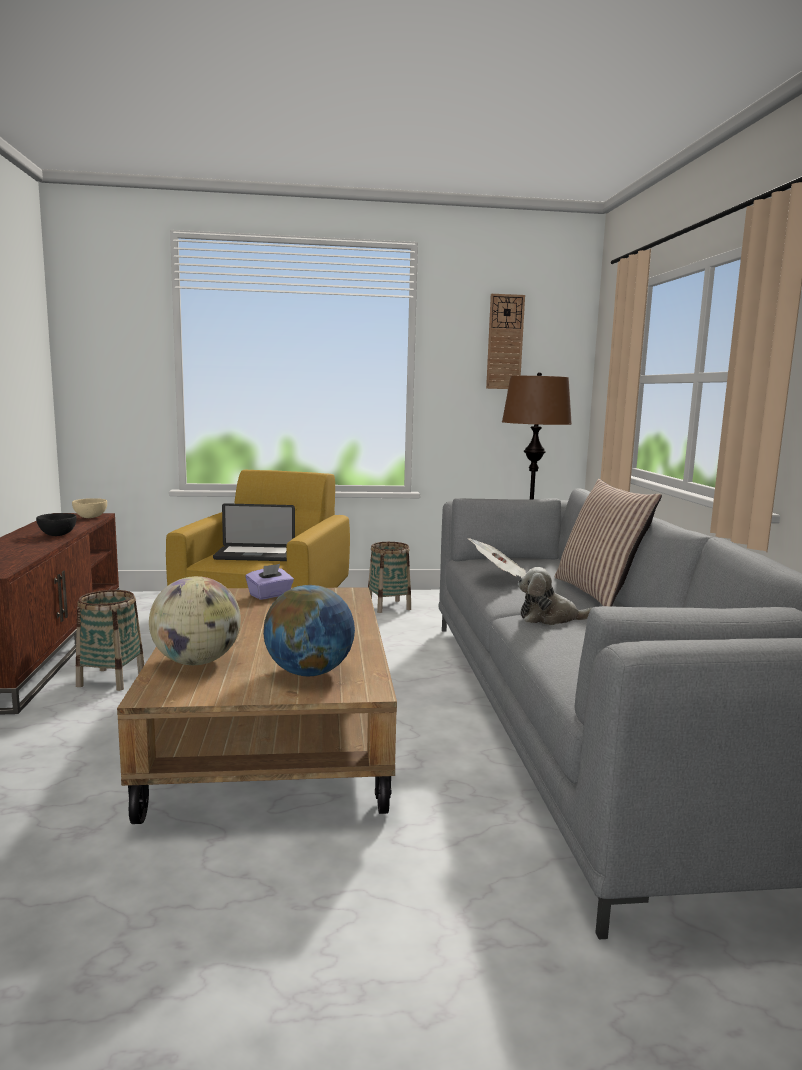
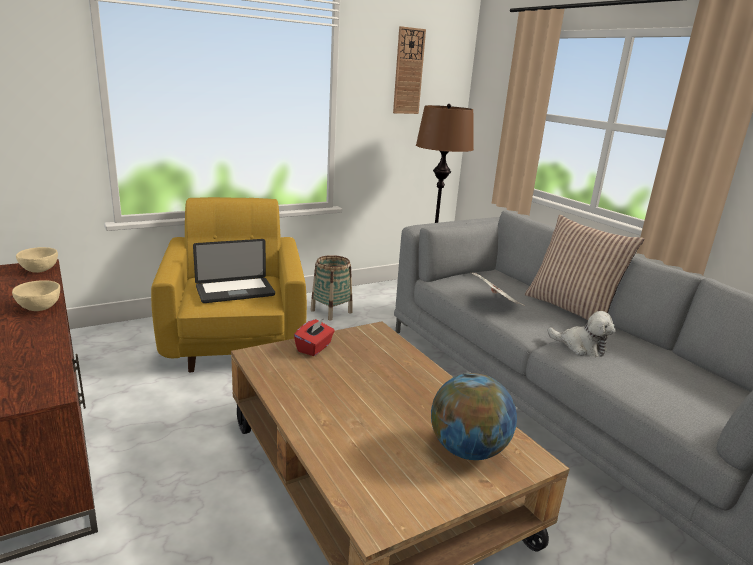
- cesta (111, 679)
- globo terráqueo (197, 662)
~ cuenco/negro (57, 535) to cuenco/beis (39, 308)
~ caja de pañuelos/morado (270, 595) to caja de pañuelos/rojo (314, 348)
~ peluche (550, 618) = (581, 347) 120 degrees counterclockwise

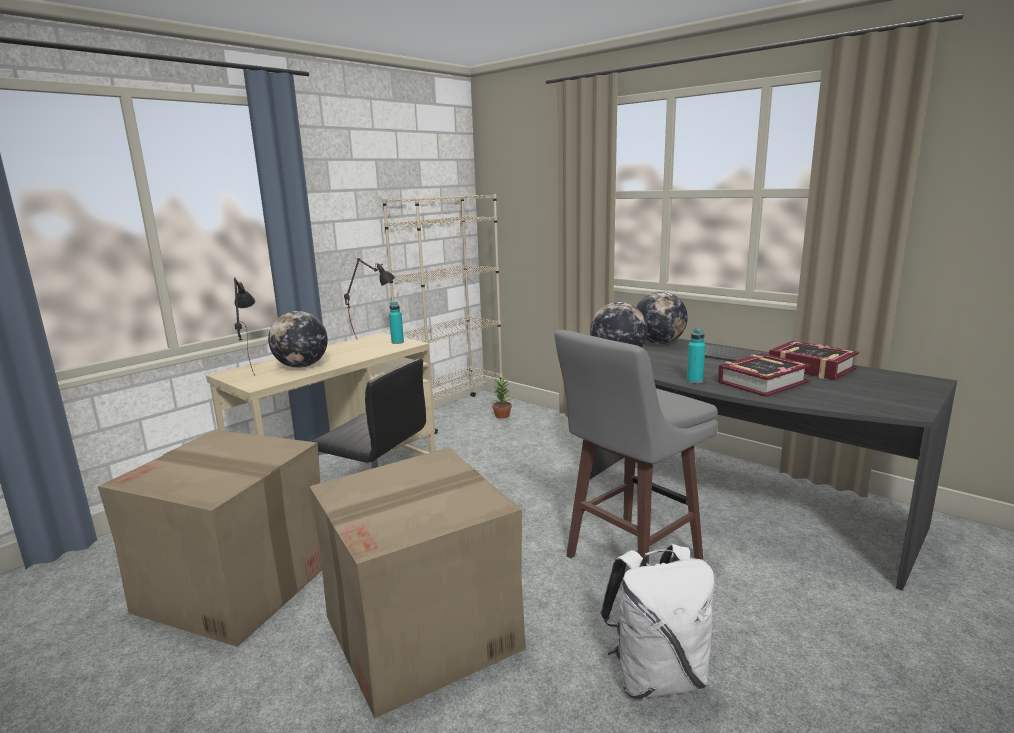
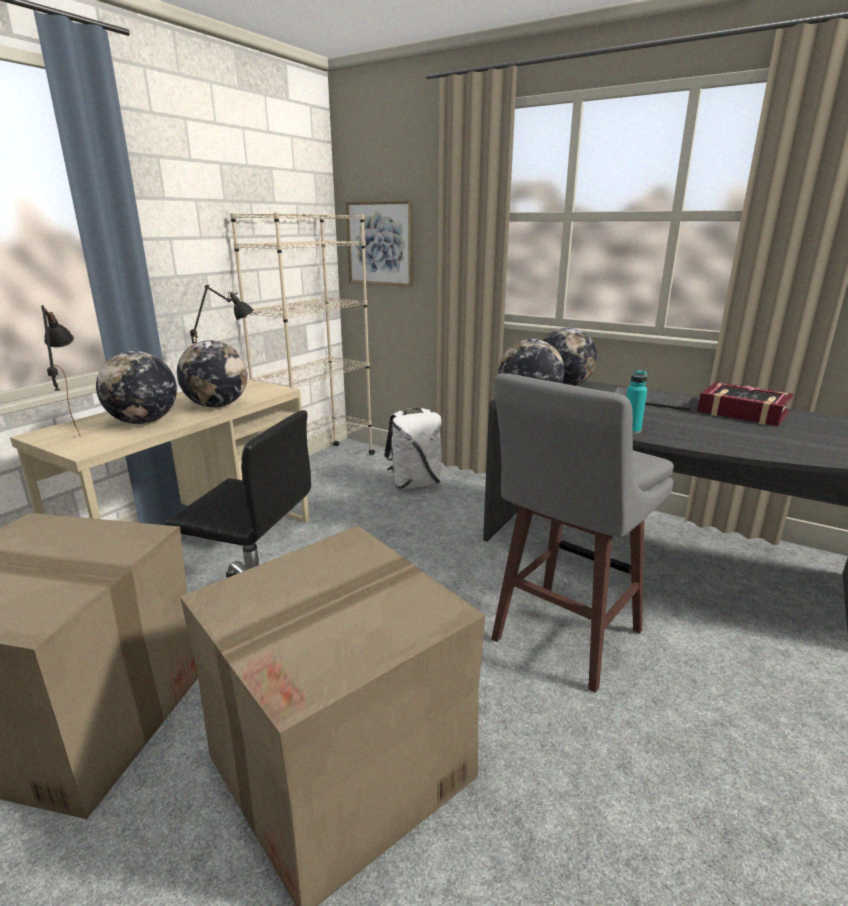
- botella/turquesa (397, 342)
- planta en maceta (502, 416)
- libro (762, 382)
+ globo terráqueo (217, 406)
+ cuadro (380, 243)
~ mochila/blanco (656, 676) to (415, 483)

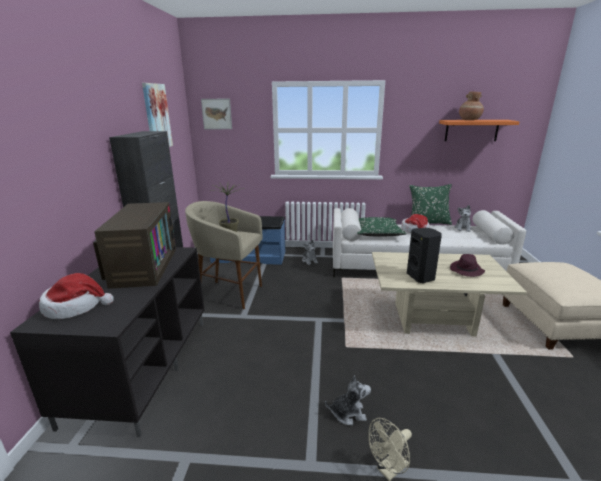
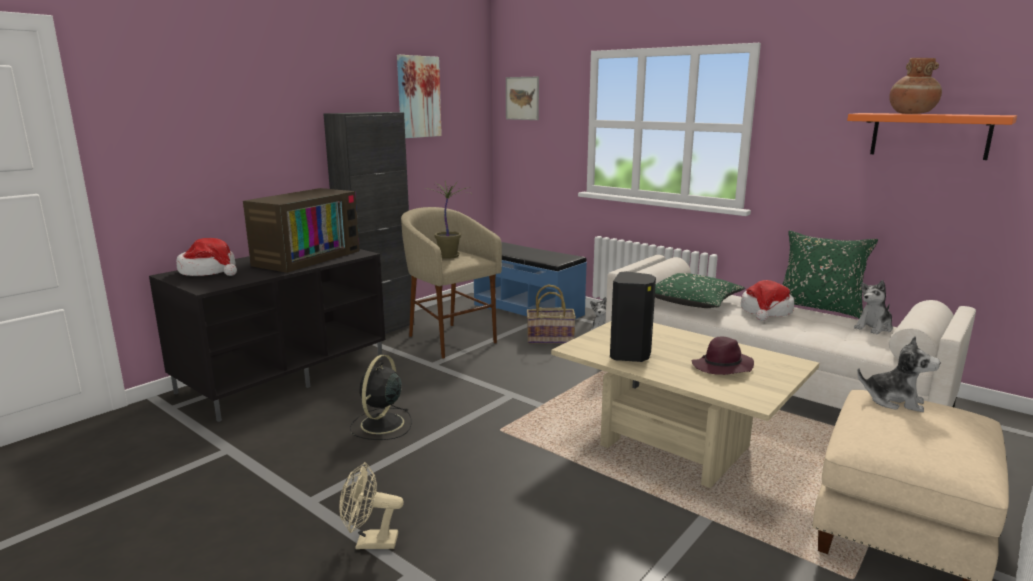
+ ventilador/negro (381, 424)
+ cesta (550, 338)
~ peluche (348, 413) to (894, 401)

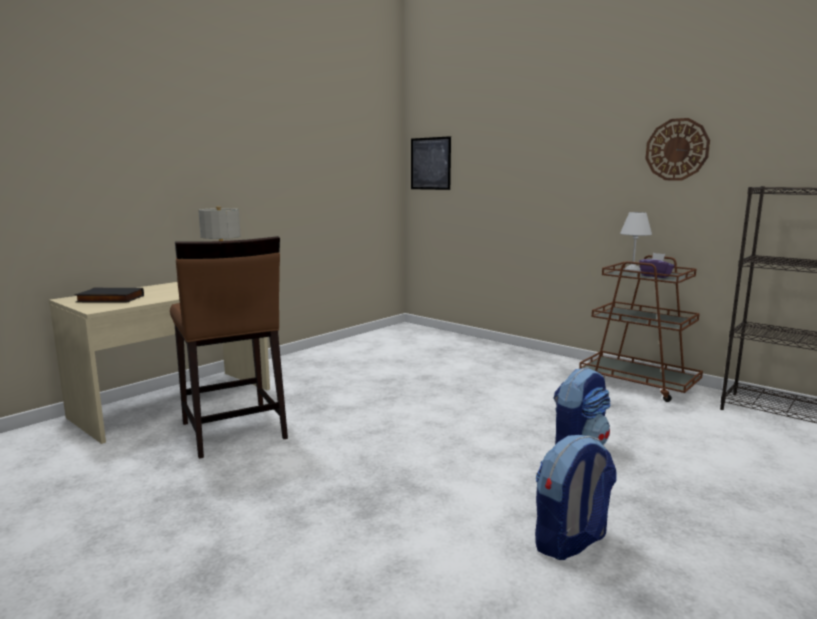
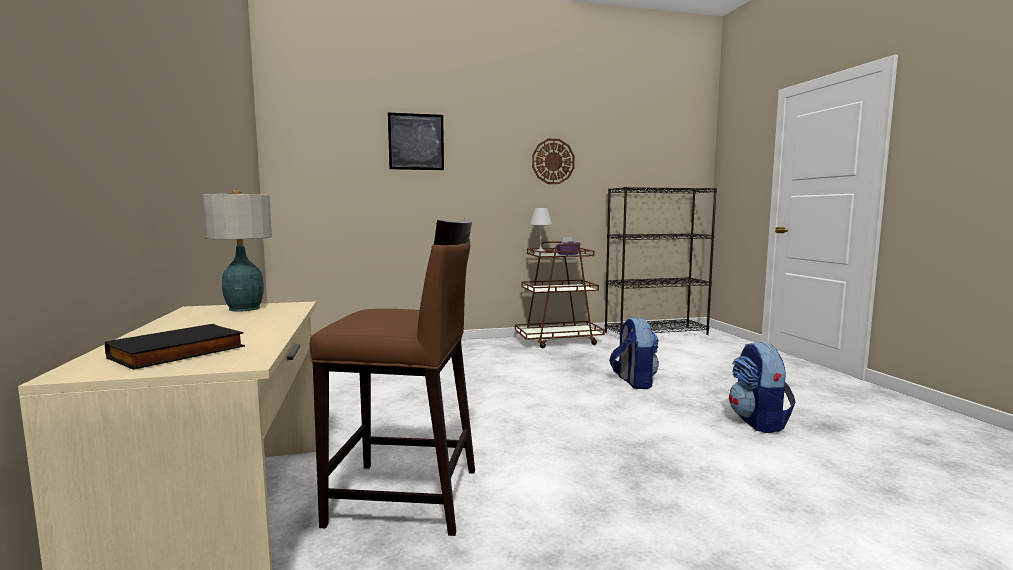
~ cuadro (430, 163) to (416, 142)

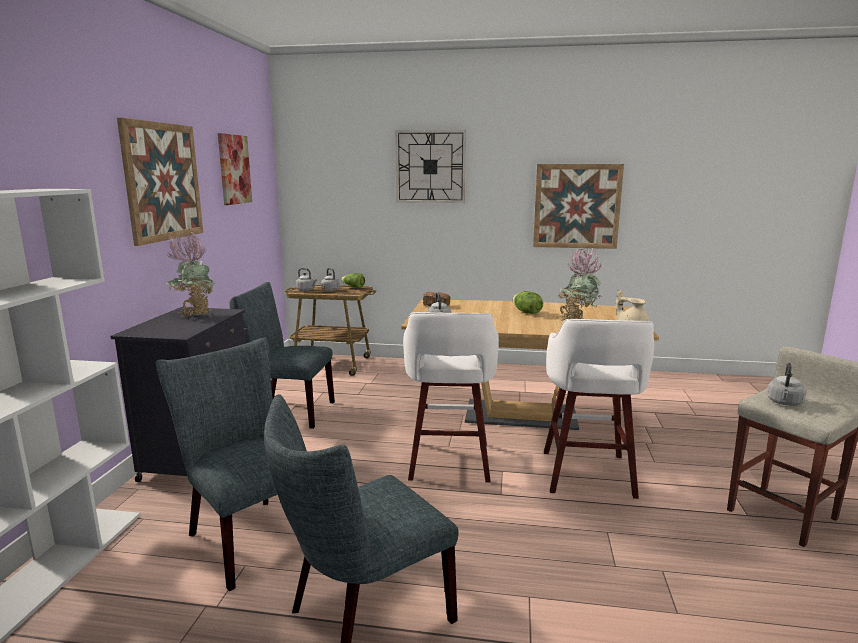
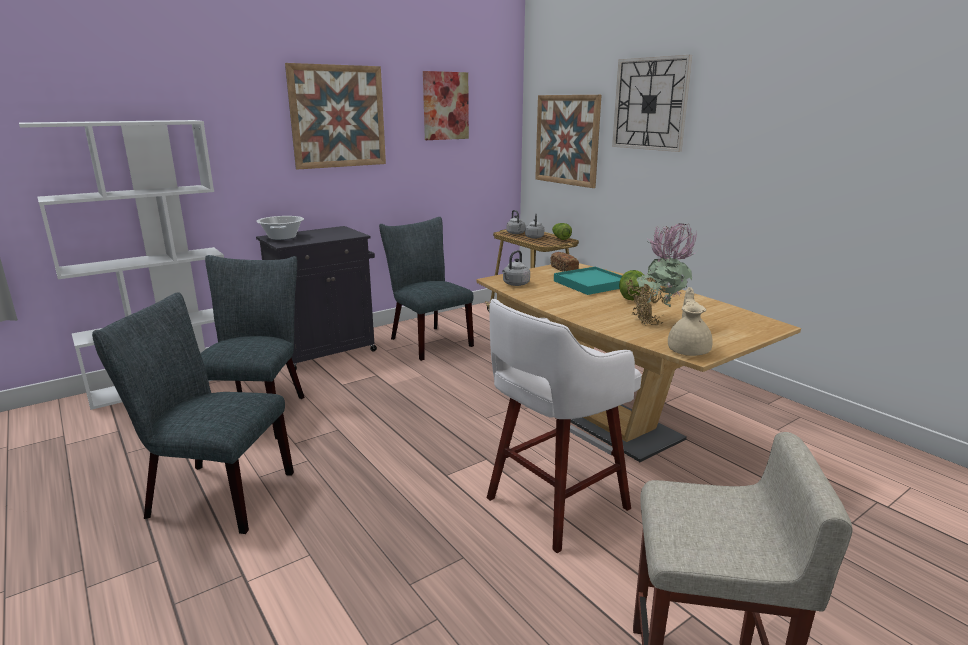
- planta en maceta (194, 314)
- taburete/blanco (449, 463)
- hervidor/gris (784, 403)
+ olla (282, 237)
+ bandeja/turquesa (591, 284)
~ cuadro (576, 206) to (567, 140)

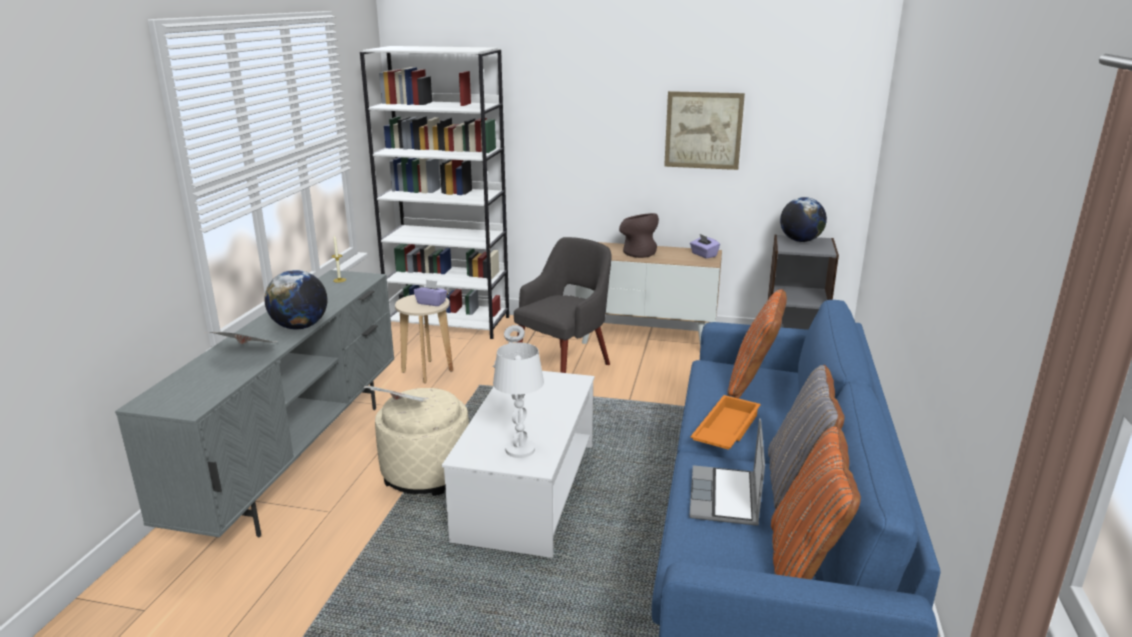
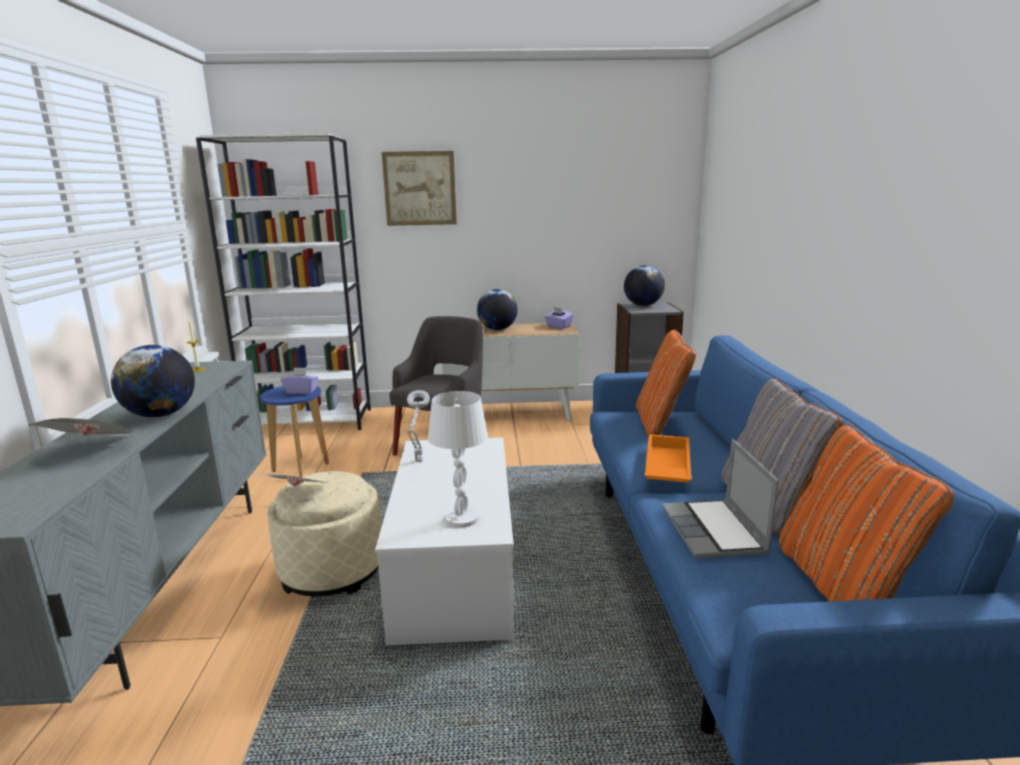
~ cuadro (703, 130) to (420, 188)
~ florero/marrón (637, 252) to globo terráqueo (497, 329)
~ taburete/beis (427, 371) to taburete/azul (301, 467)

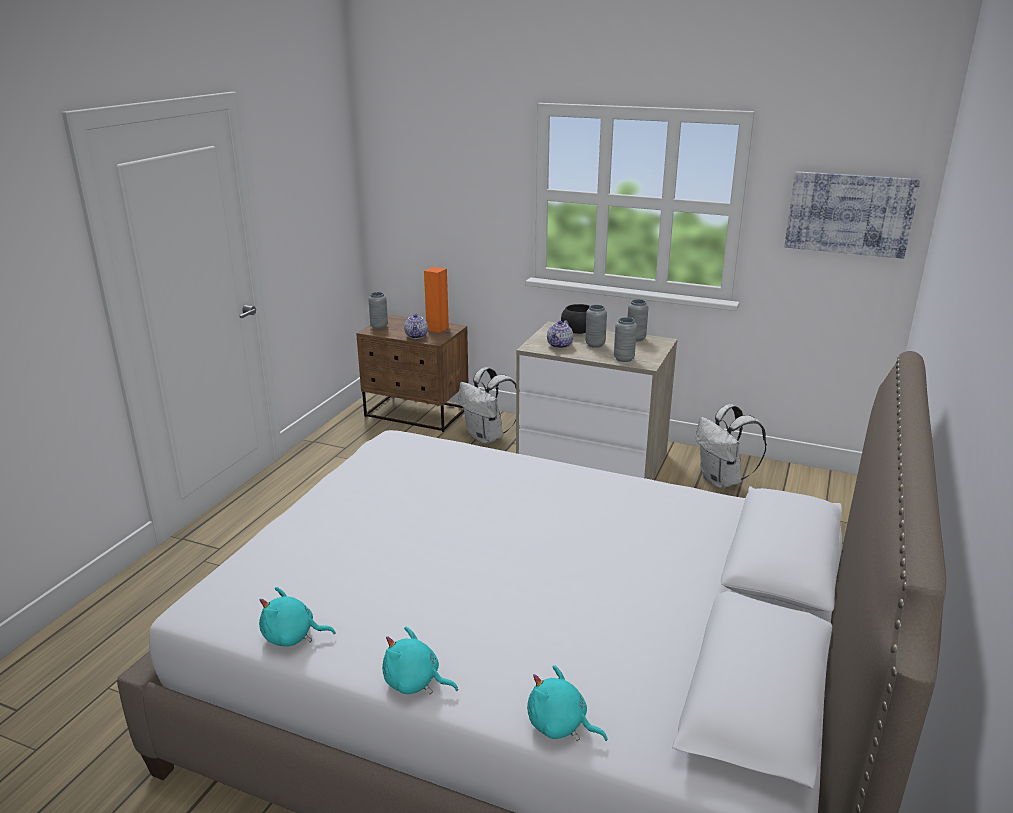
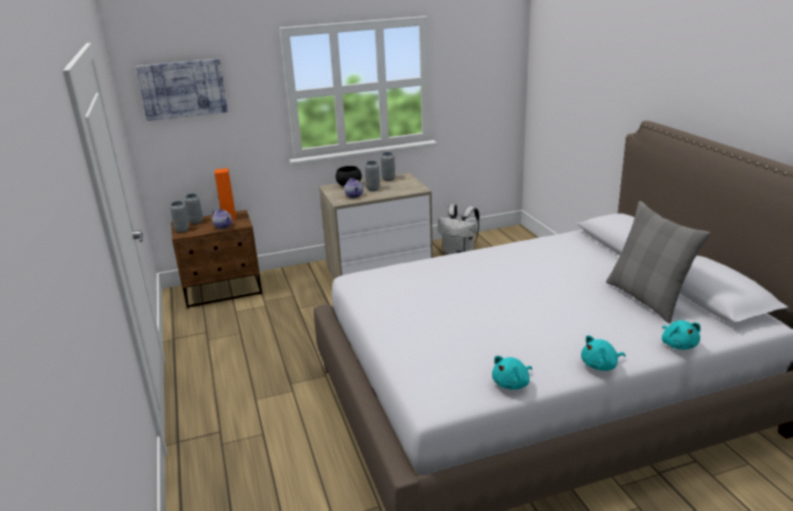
- mochila/blanco (487, 437)
+ cojín/gris (647, 298)
~ florero/gris (623, 359) to (196, 222)
~ cuadro (849, 214) to (183, 89)
~ peluche/turquesa (560, 726) = (678, 344) 90 degrees counterclockwise

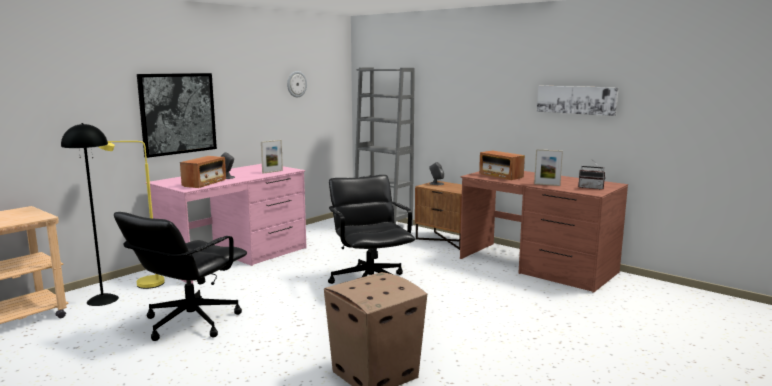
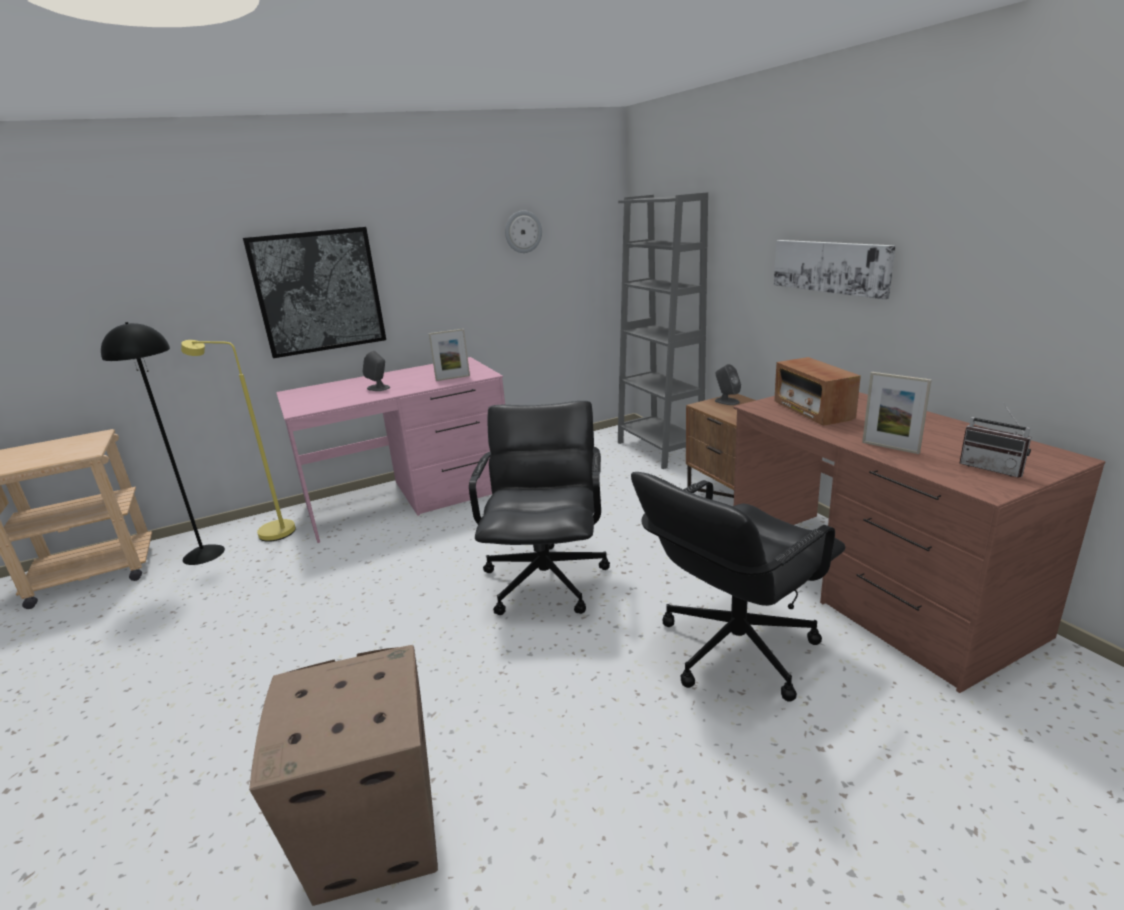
- radio (204, 183)
~ silla de oficina/negro (190, 322) to (734, 648)
~ cuadro (576, 100) to (830, 267)

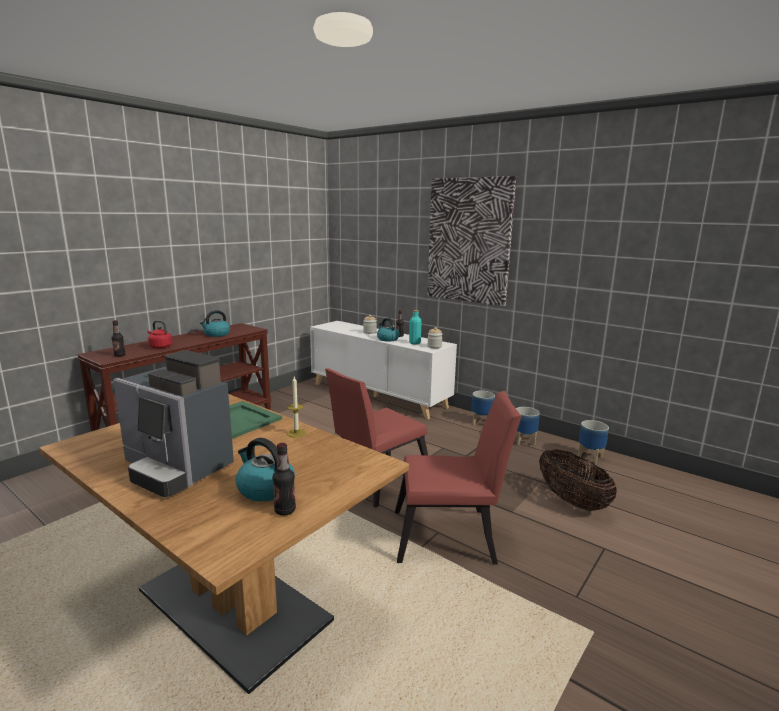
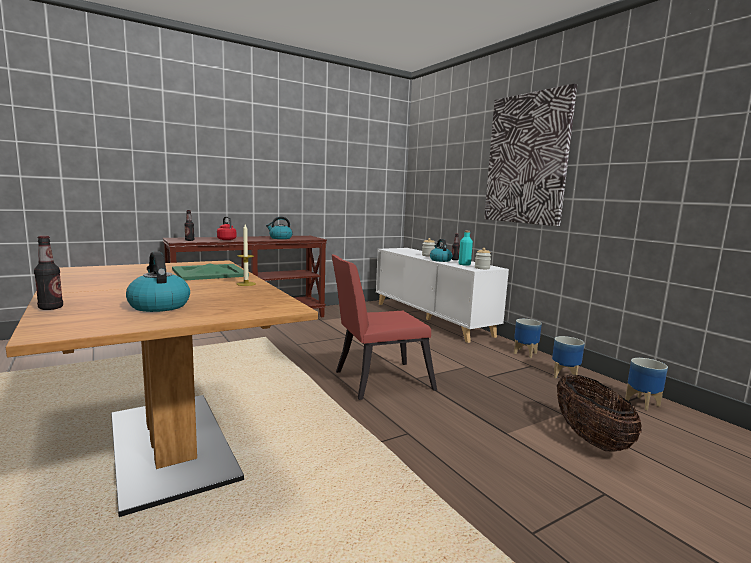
- cafetera (177, 468)
- silla/rojo (450, 537)
~ botella (285, 511) to (51, 308)

